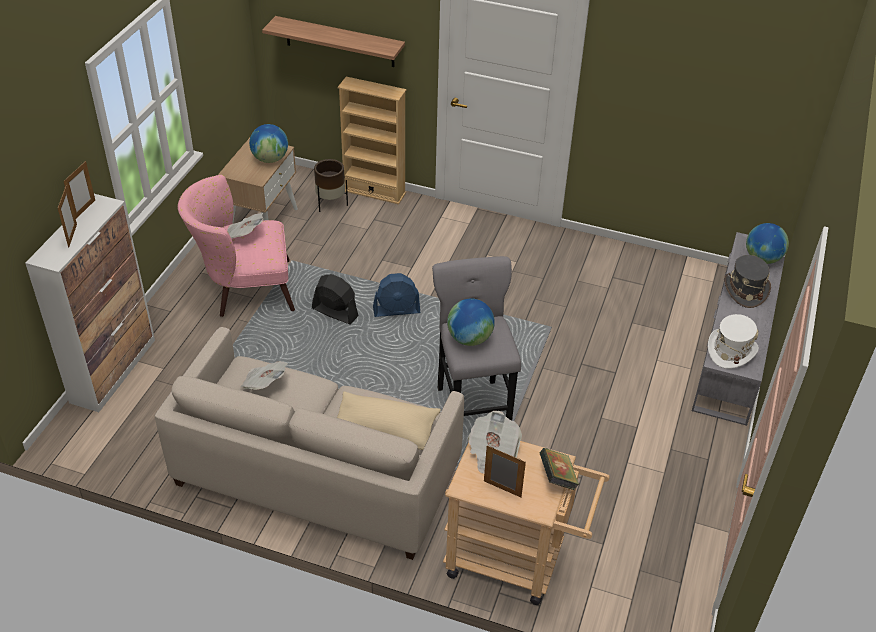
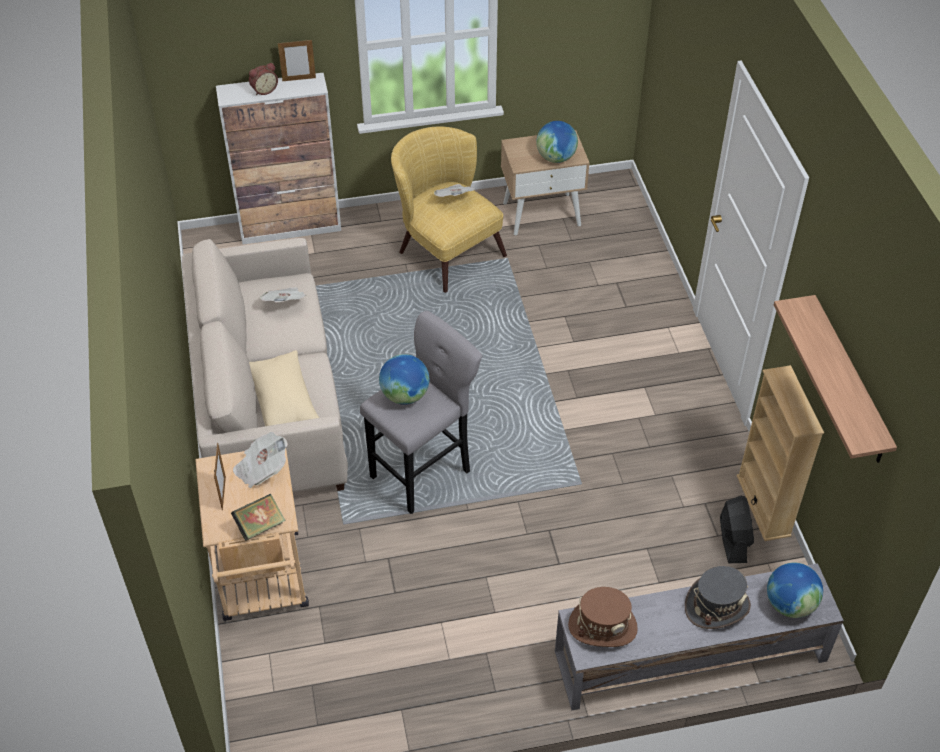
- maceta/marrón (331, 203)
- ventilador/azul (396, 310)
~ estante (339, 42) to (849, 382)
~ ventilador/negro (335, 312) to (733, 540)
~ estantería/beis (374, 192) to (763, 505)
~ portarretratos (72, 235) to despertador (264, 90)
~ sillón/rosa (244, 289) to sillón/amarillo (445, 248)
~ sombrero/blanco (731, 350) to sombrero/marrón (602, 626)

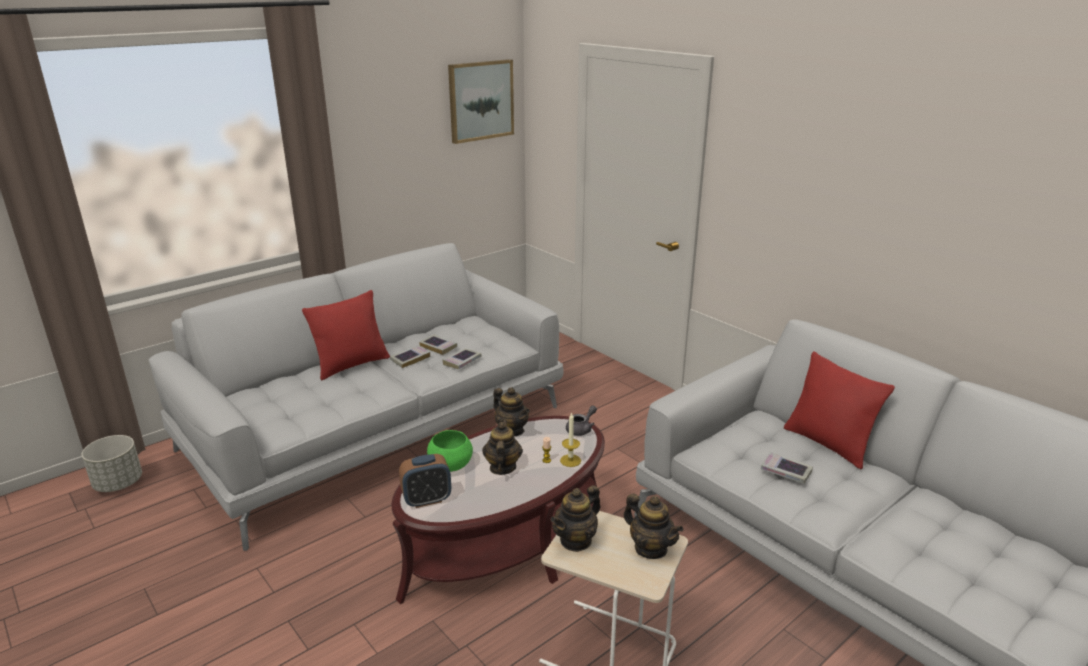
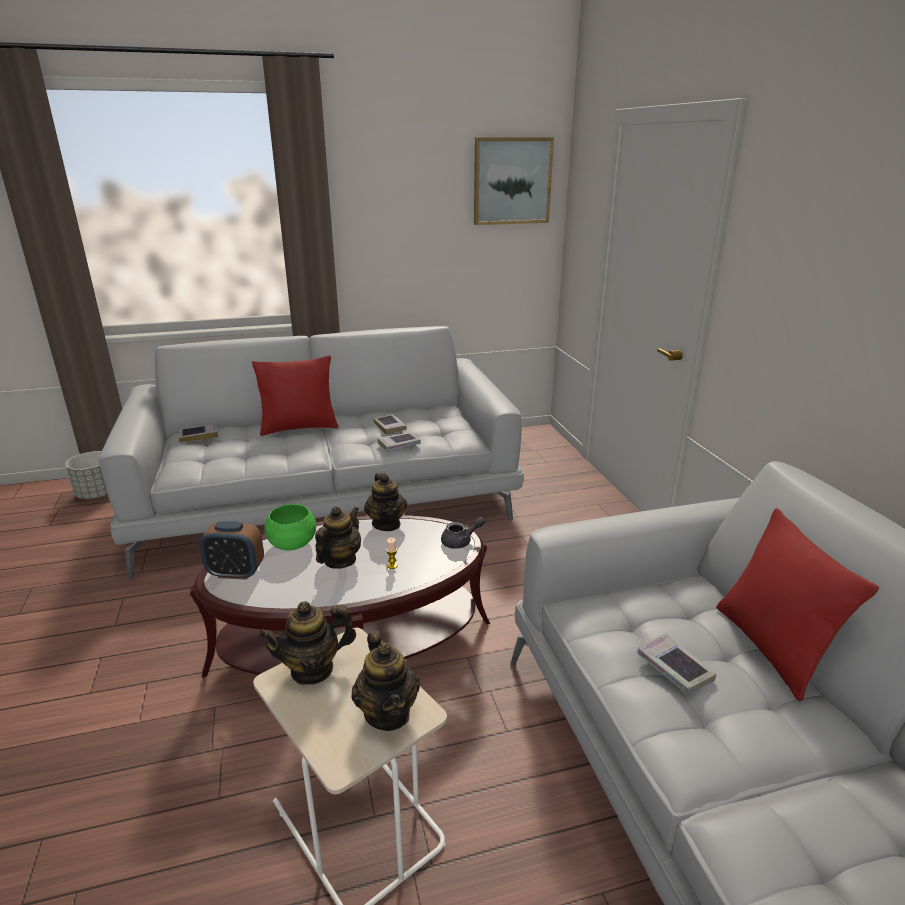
- vela (570, 460)
~ libro (410, 359) to (199, 435)

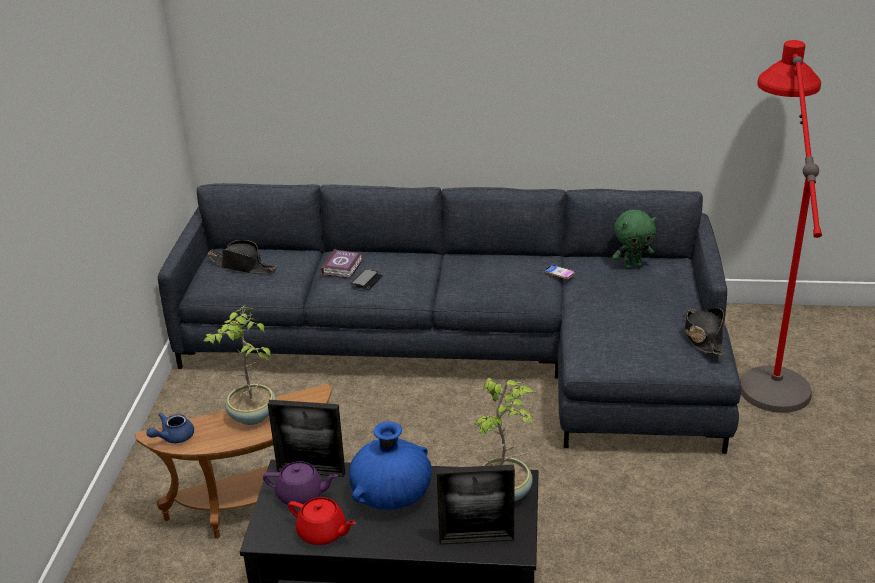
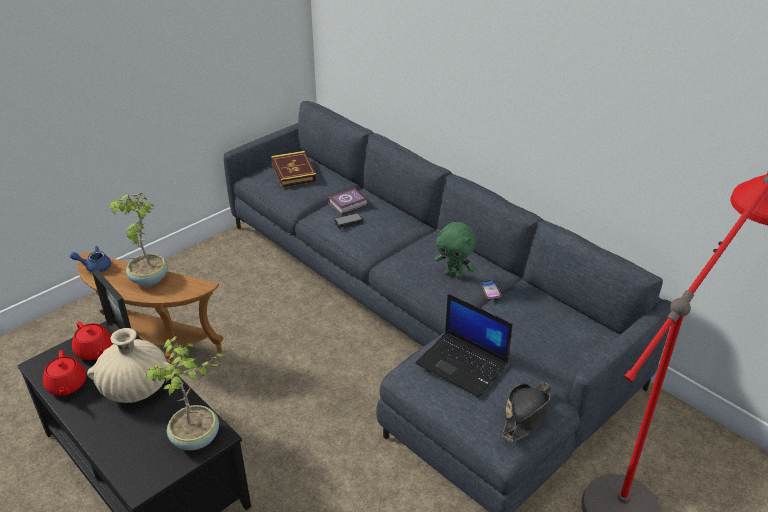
- portarretratos (476, 539)
+ portátil (463, 364)
~ peluche/verde (632, 266) to (454, 274)
~ sombrero/negro (242, 265) to libro (293, 172)
~ tetera/morado (301, 495) to tetera/rojo (94, 351)
~ florero/azul (391, 495) to florero/beis (135, 388)

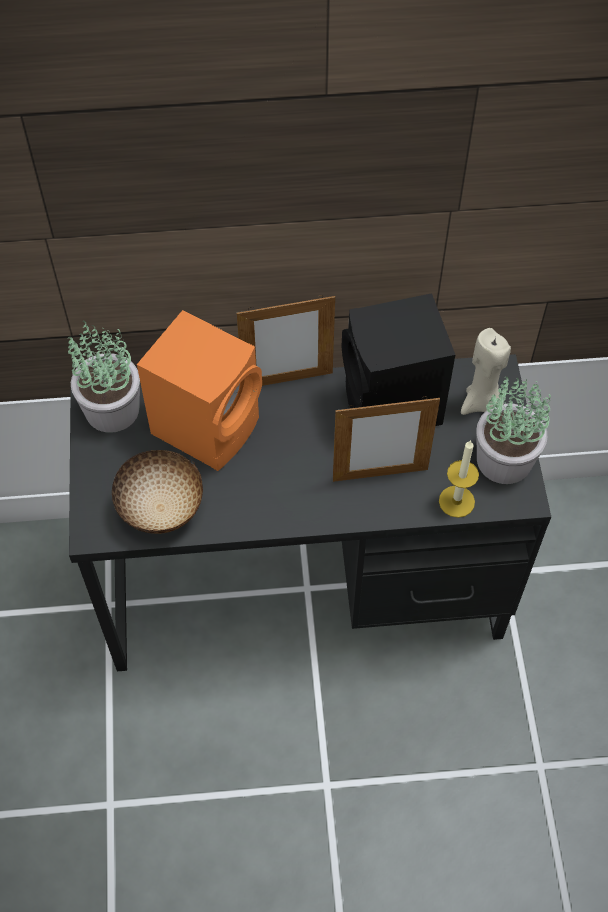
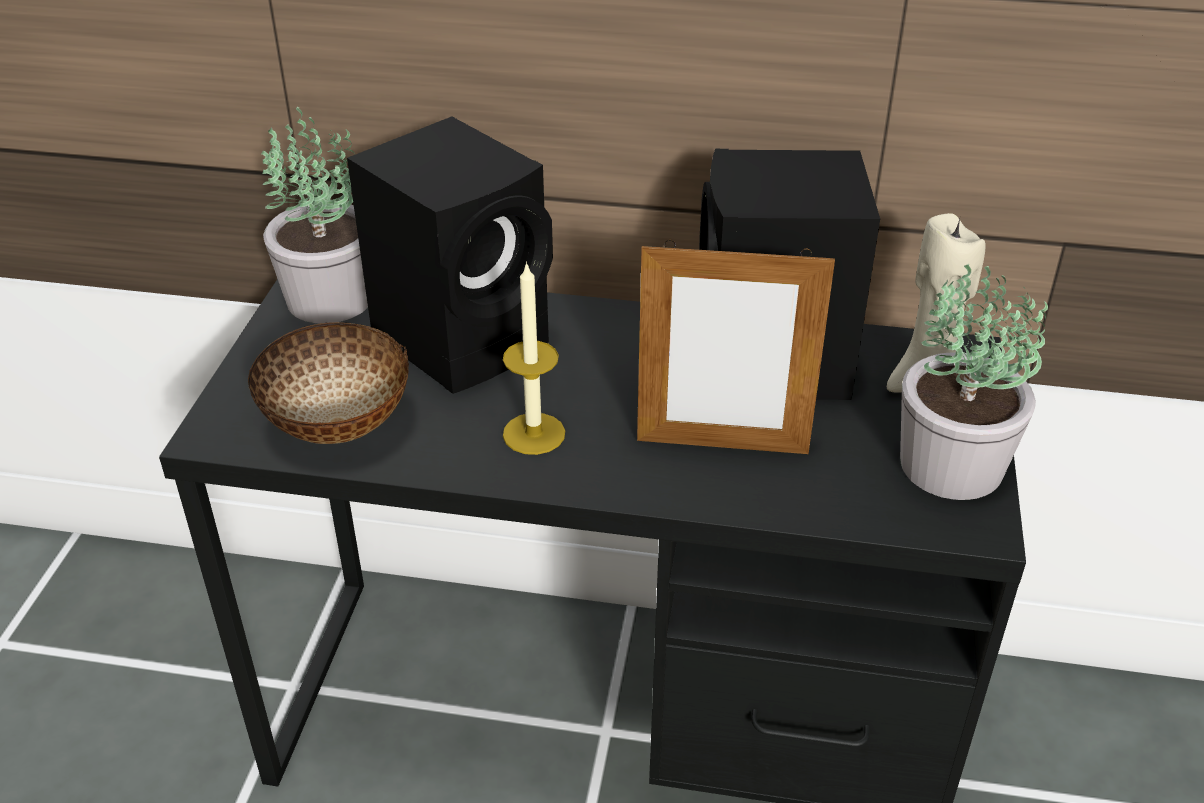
- portarretratos (287, 380)
~ vela (456, 501) to (534, 434)
~ altavoz/naranja (208, 424) to altavoz/negro (466, 338)

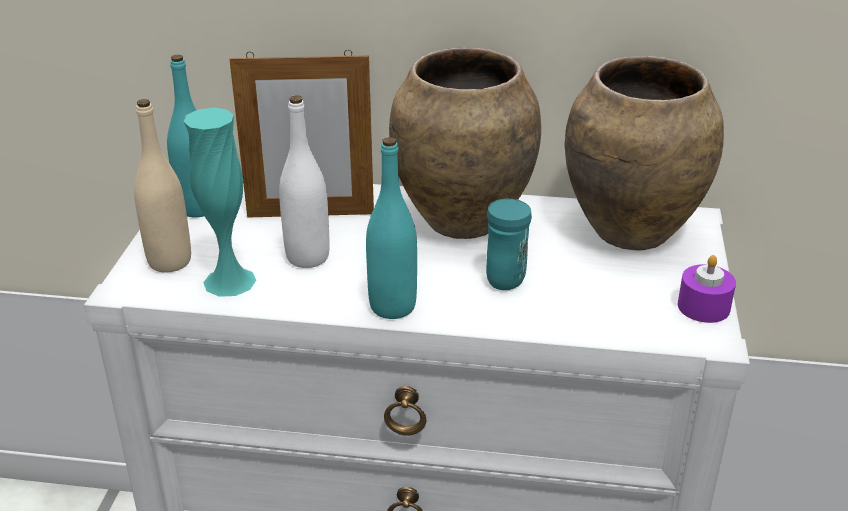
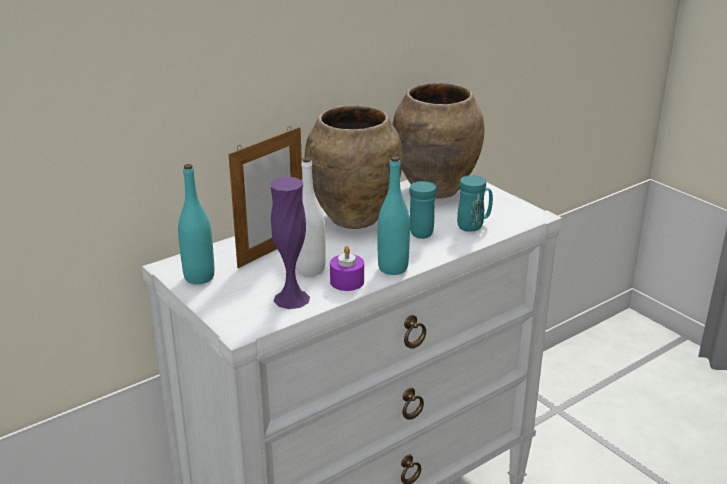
- botella/beis (169, 261)
+ taza grande/turquesa (474, 226)
~ vela/morado (703, 307) to (347, 282)
~ florero/turquesa (229, 281) to florero/morado (291, 299)

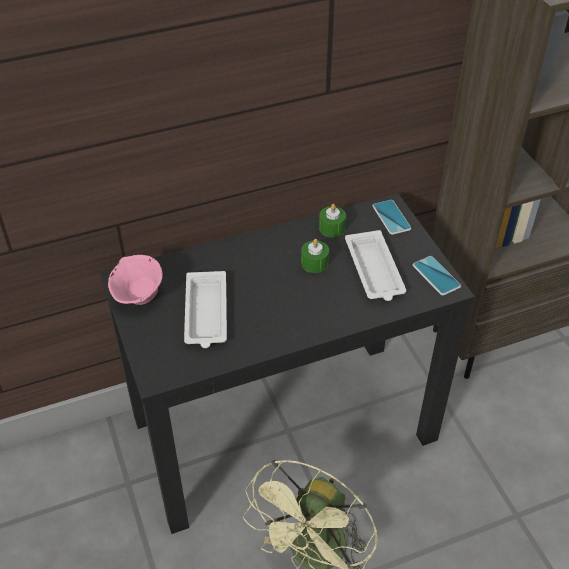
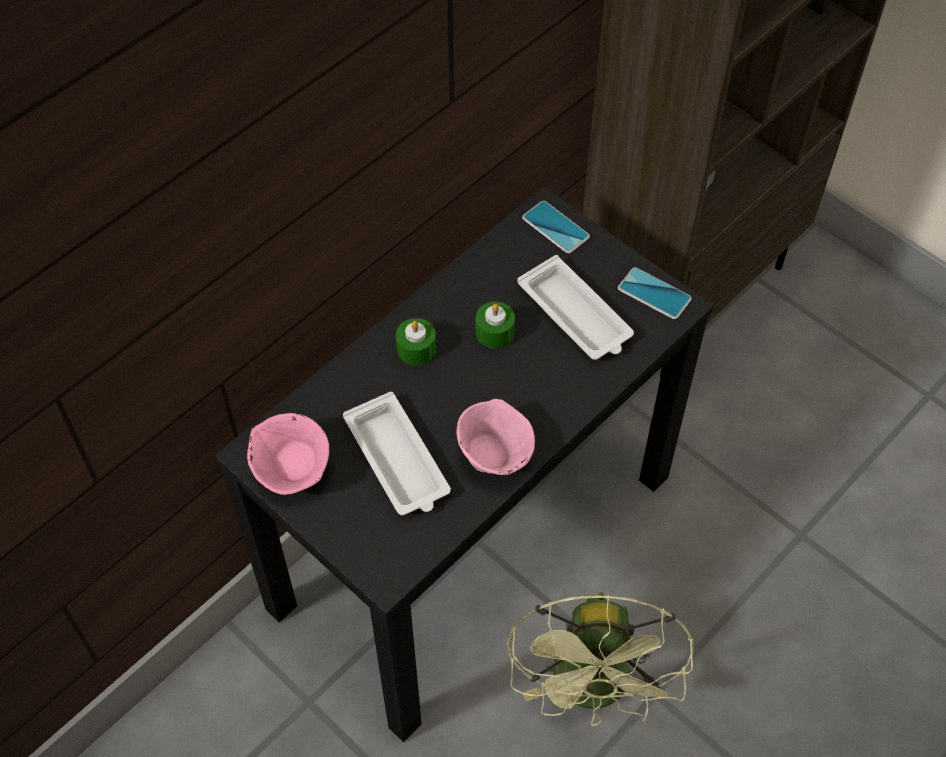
+ cuenco/rosa (494, 455)
~ vela/verde (332, 228) to (416, 349)

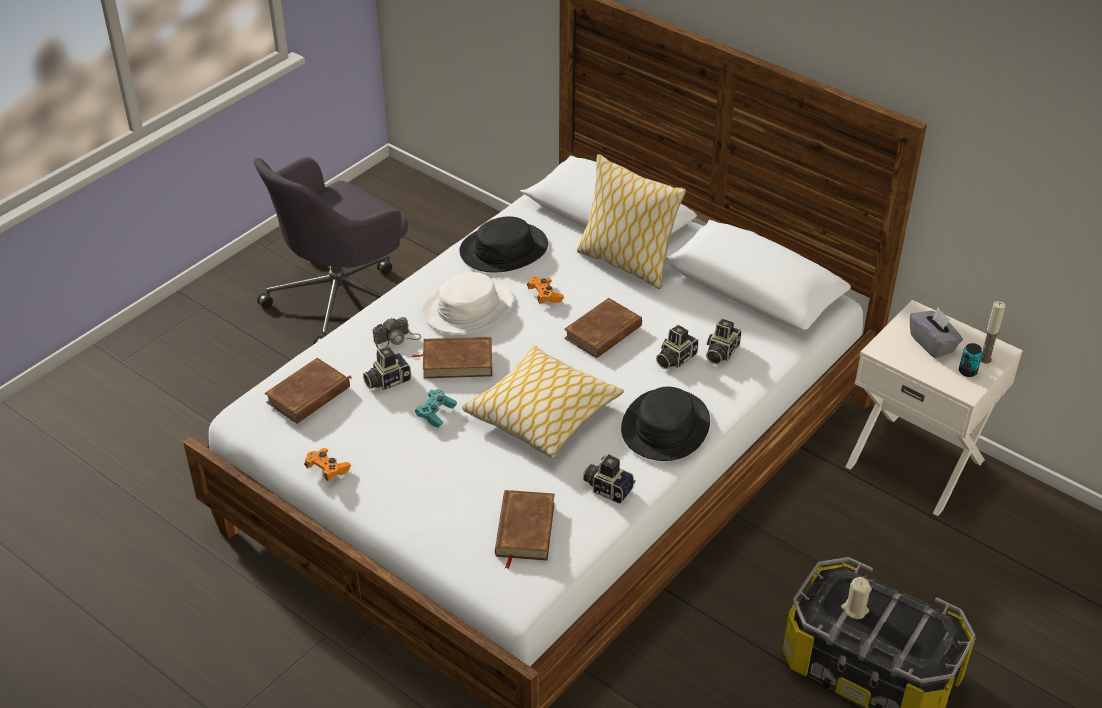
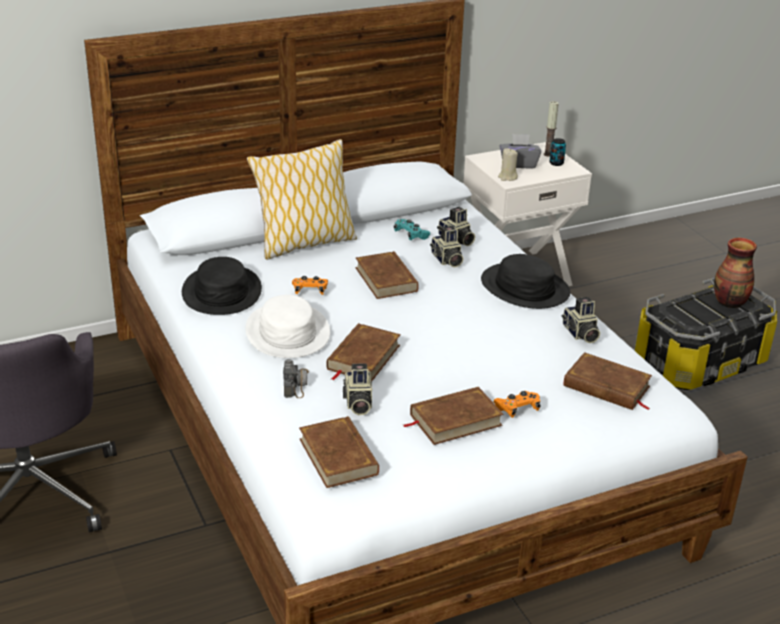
- cojín (542, 413)
+ libro/marrón (455, 420)
+ florero (730, 302)
~ mando de consola/naranja (327, 469) to (517, 409)
~ mando de consola/turquesa (436, 413) to (411, 235)
~ vela/beis (855, 609) to (507, 177)
~ cámara (608, 488) = (580, 334) 75 degrees counterclockwise

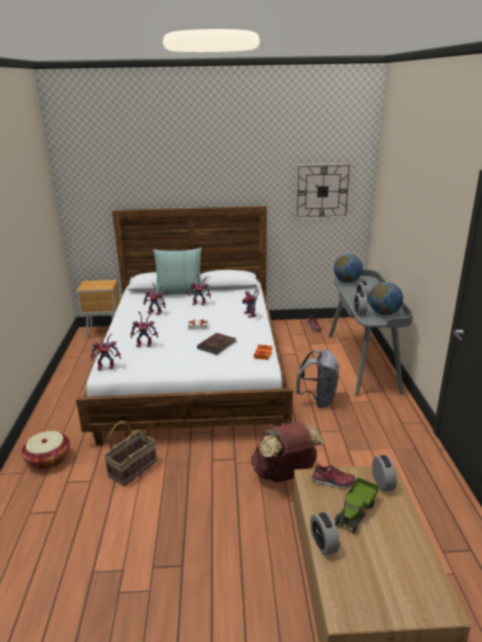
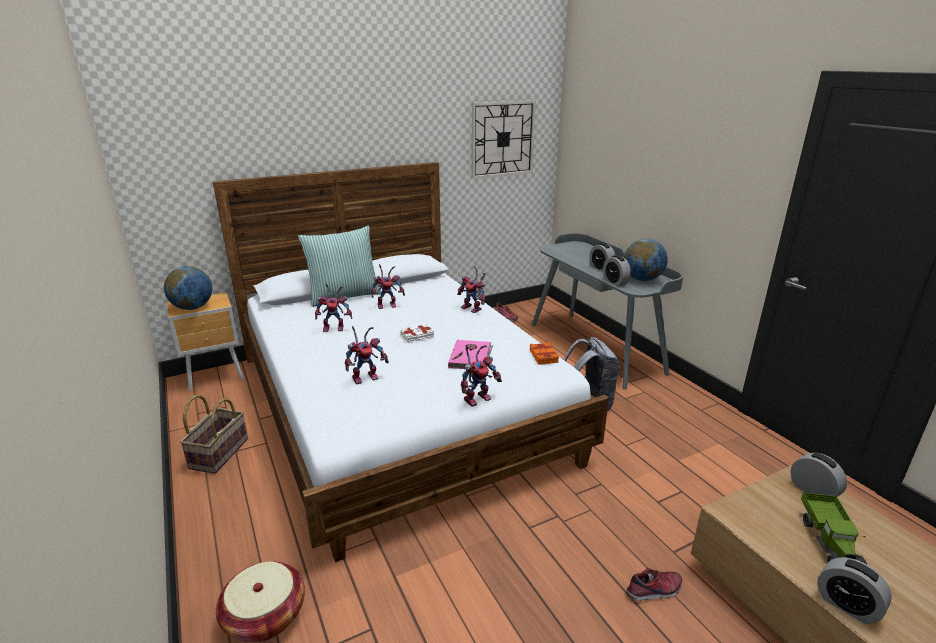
- mochila/marrón (284, 475)
~ robot de juguete (107, 366) to (478, 397)
~ cesta (132, 468) to (218, 453)
~ zapato (333, 482) to (654, 591)
~ globo terráqueo (347, 281) to (193, 308)
~ libro/marrón (217, 345) to libro/rosa (471, 357)

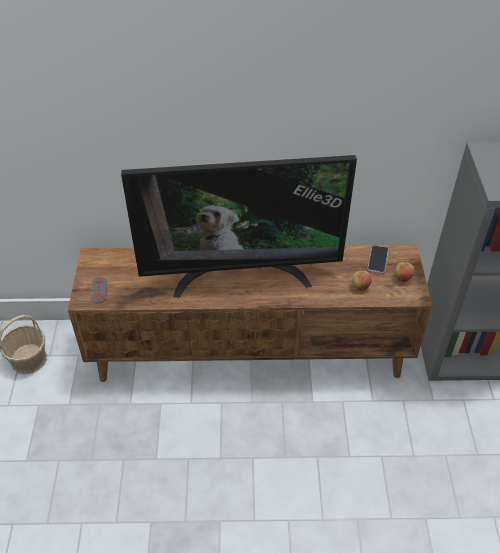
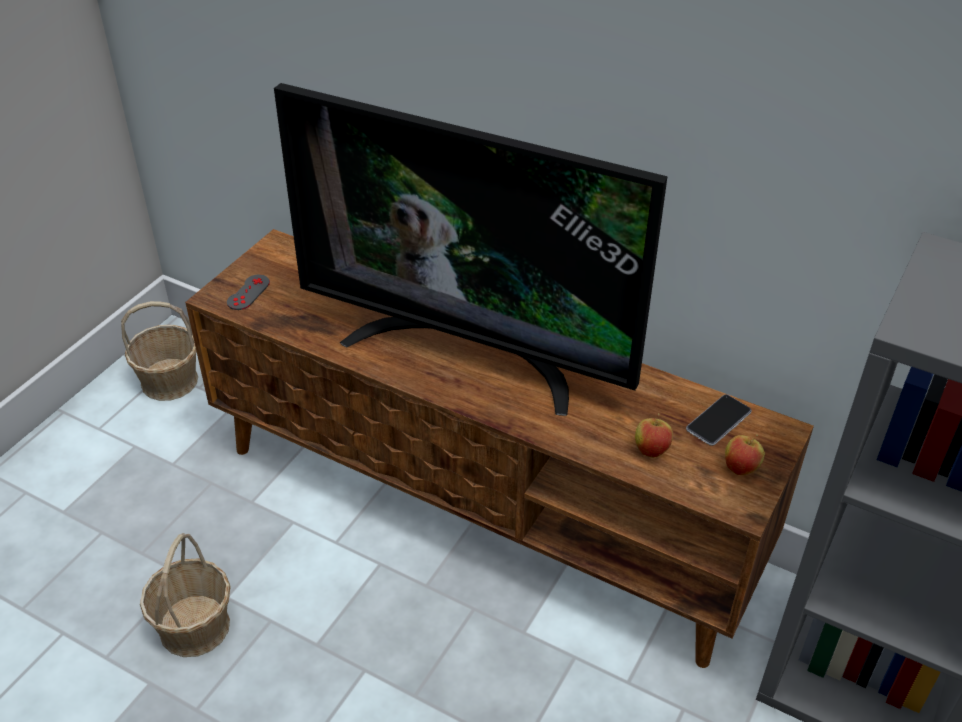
+ cesta (195, 626)

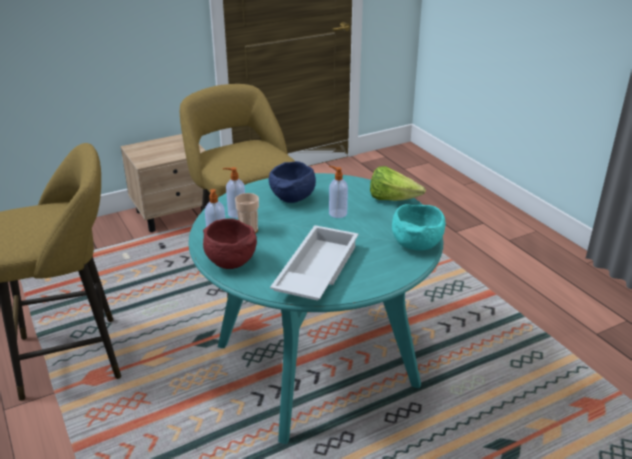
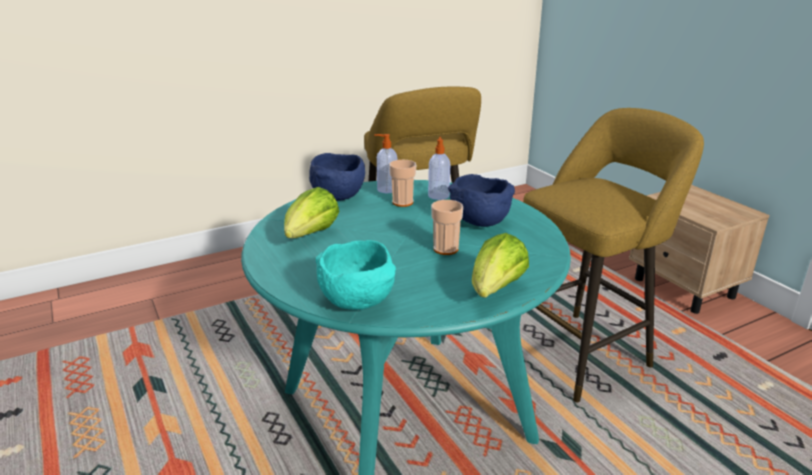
~ bandeja/blanco (315, 271) to lechuga (310, 236)
~ dispensador de jabón (337, 213) to taza (445, 249)
~ cuenco/rojo (229, 262) to cuenco/azul (338, 197)

